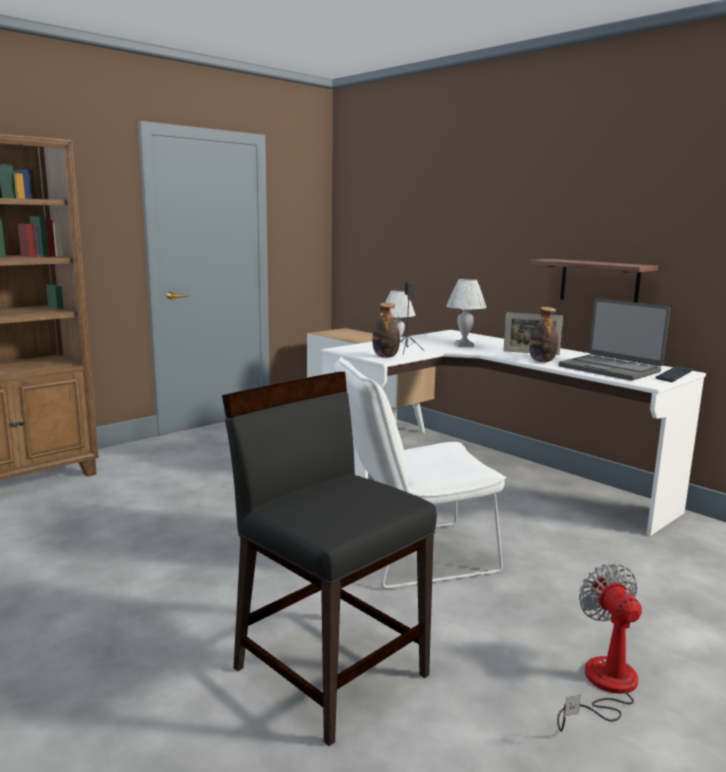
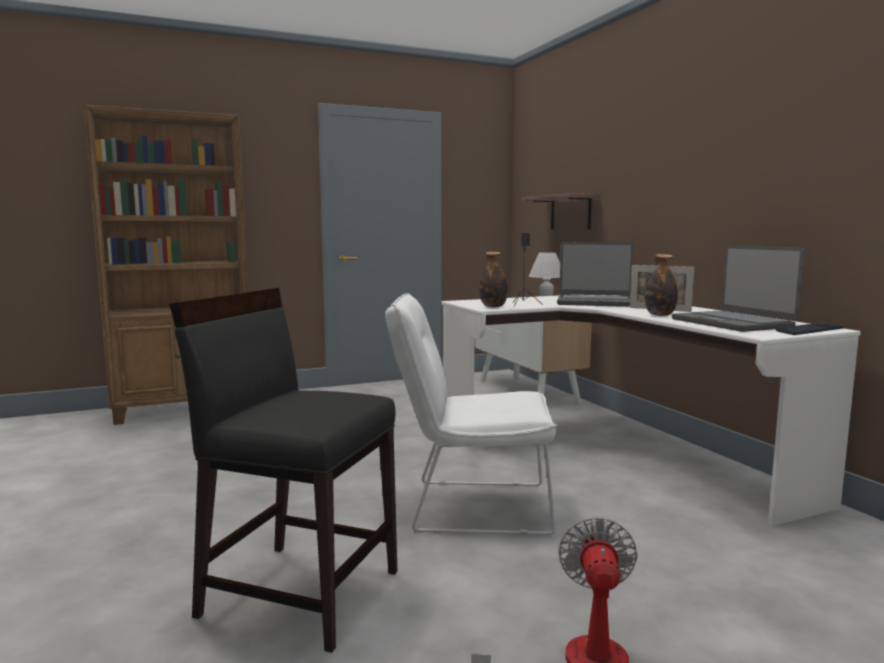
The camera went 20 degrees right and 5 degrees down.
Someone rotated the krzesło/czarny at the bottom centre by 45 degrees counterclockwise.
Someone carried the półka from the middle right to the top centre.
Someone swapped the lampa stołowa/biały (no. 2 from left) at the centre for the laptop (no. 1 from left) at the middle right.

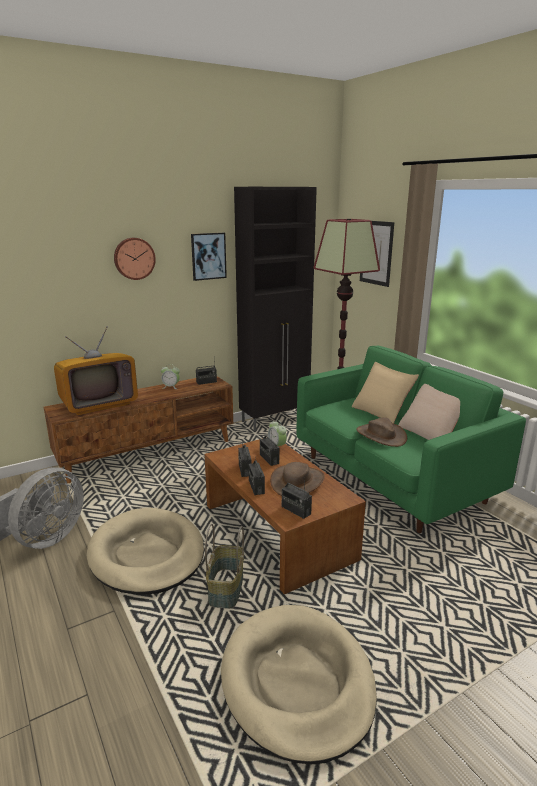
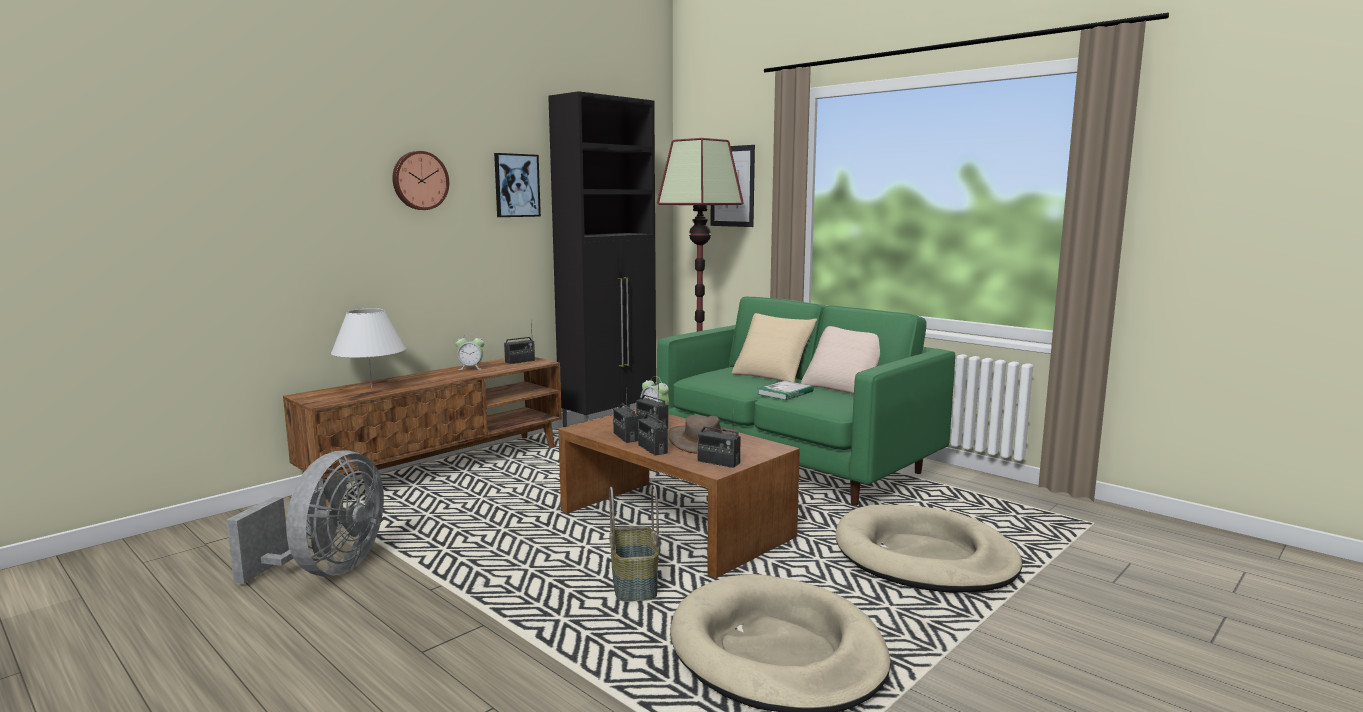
The camera went 15 degrees left and 10 degrees down.
Someone swapped the telewizor at the middle left for the lampa stołowa/biały at the middle left.
Someone swapped the kapelusz/brązowy (no. 2 from left) at the middle right for the książka at the centre.
Someone carried the legowisko/beżowy (no. 1 from left in the first image) from the bottom left to the bottom right.

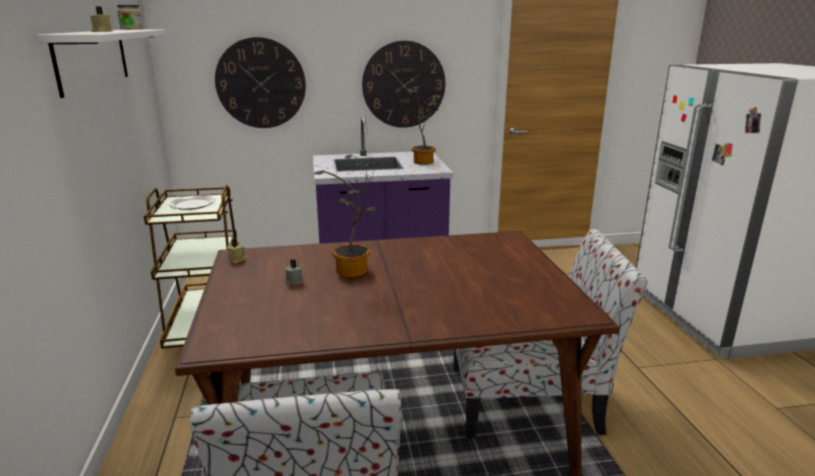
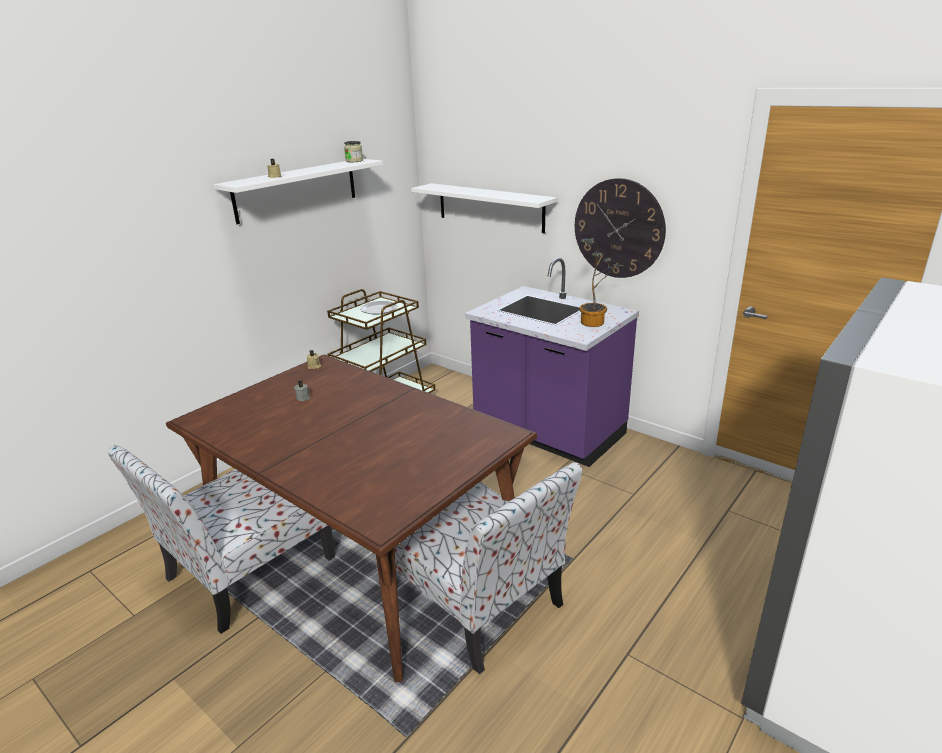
The camera went 50 degrees right and 5 degrees up.
Someone swapped the zegar ścienny (no. 1 from left) at the top left for the półka/biały (no. 2 from left) at the top centre.
Someone took away the roślina doniczkowa (no. 1 from left) at the centre.

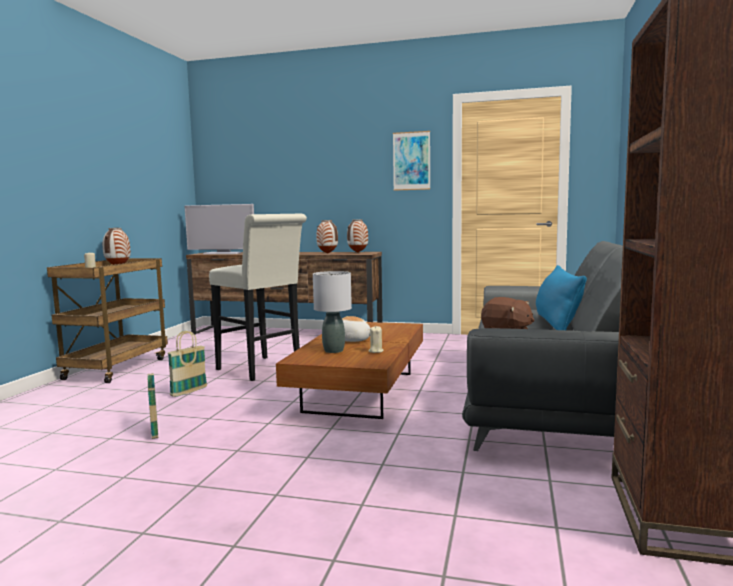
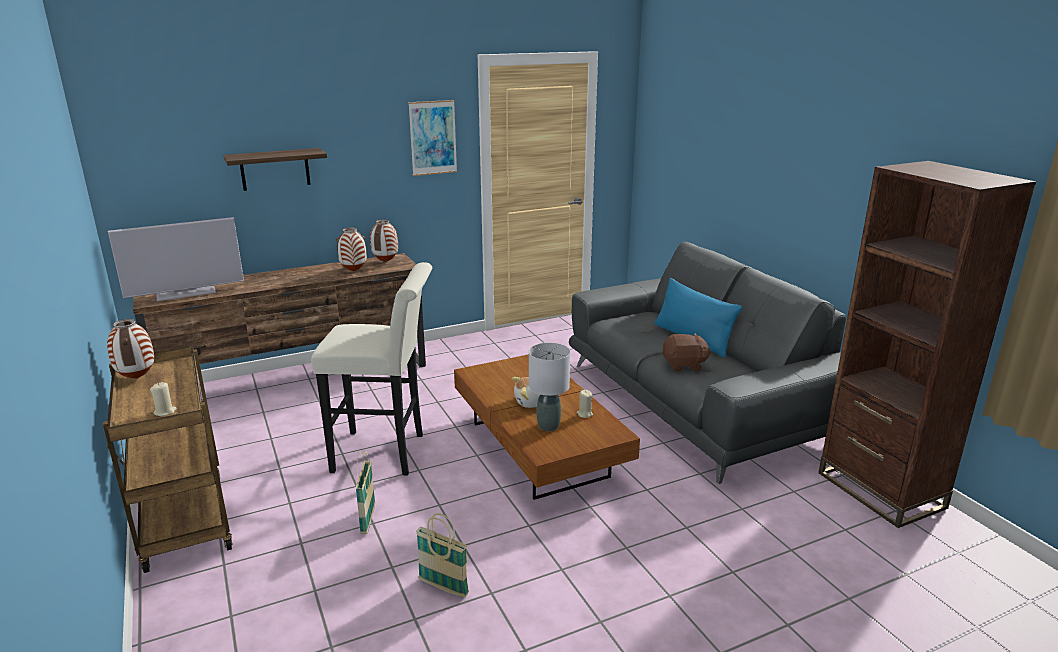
The camera went 40 degrees left and 15 degrees up.
Someone put up the półka at the top left.

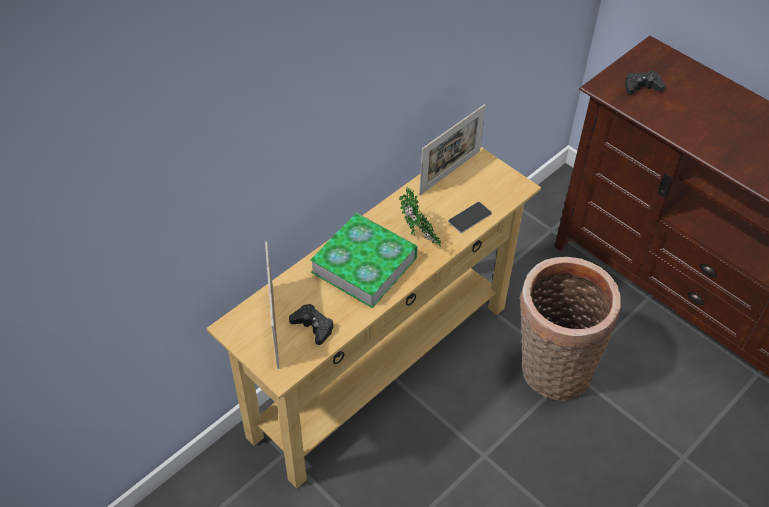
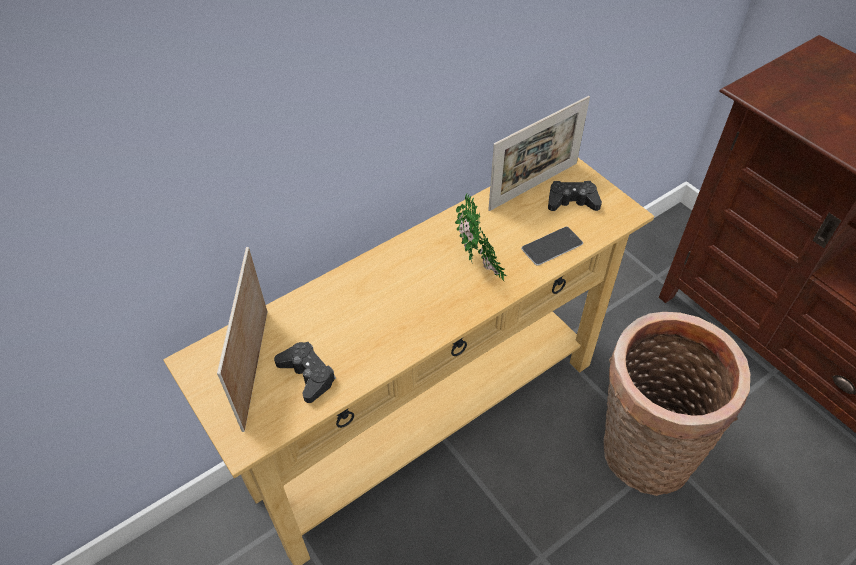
The camera went 10 degrees right and 0 degrees up.
Someone carried the pad do gier/czarny (no. 2 from left) from the top right to the middle right.
Someone took away the książka at the centre.

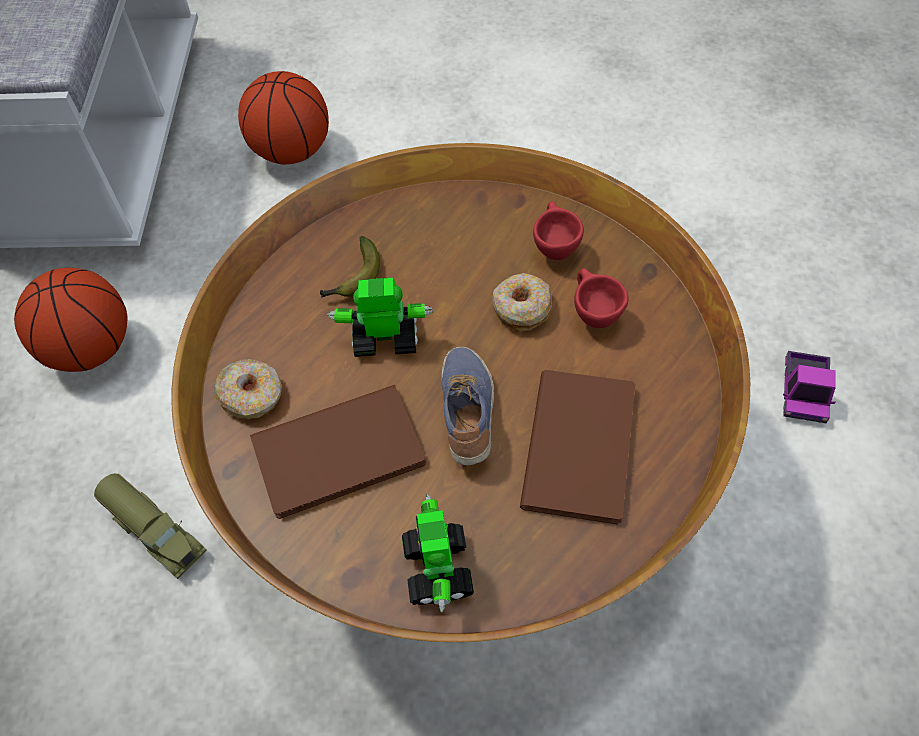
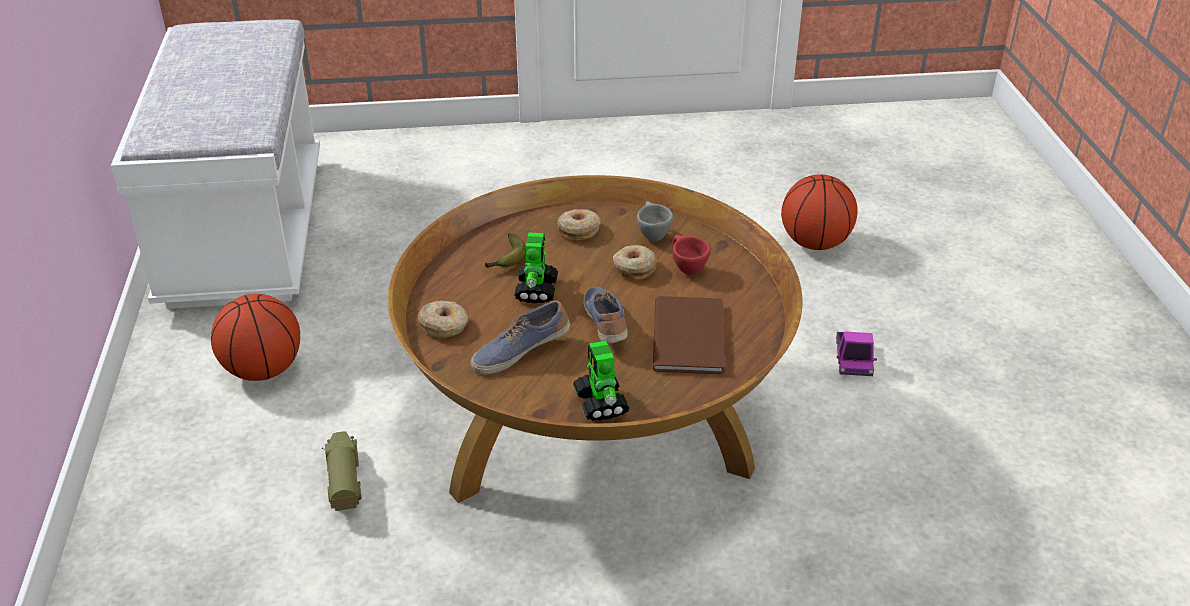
The camera went 10 degrees left and 20 degrees down.
Someone rotated the ciężarówka zabawkowa (no. 1 from left) at the bottom left by 135 degrees counterclockwise.
Someone swapped the książka/brązowy (no. 1 from left) at the centre for the but (no. 1 from left) at the centre.
Someone rotated the robot zabawkowy (no. 1 from left) at the centre by 105 degrees clockwise.
Someone put down the donut (no. 2 from left) at the centre.
Someone repainted the filiżanka/czerwony (no. 1 from left) at the top centre, which became the filiżanka/szary at the centre.
Someone carried the piłka do koszykówki (no. 2 from left) from the top left to the middle right.

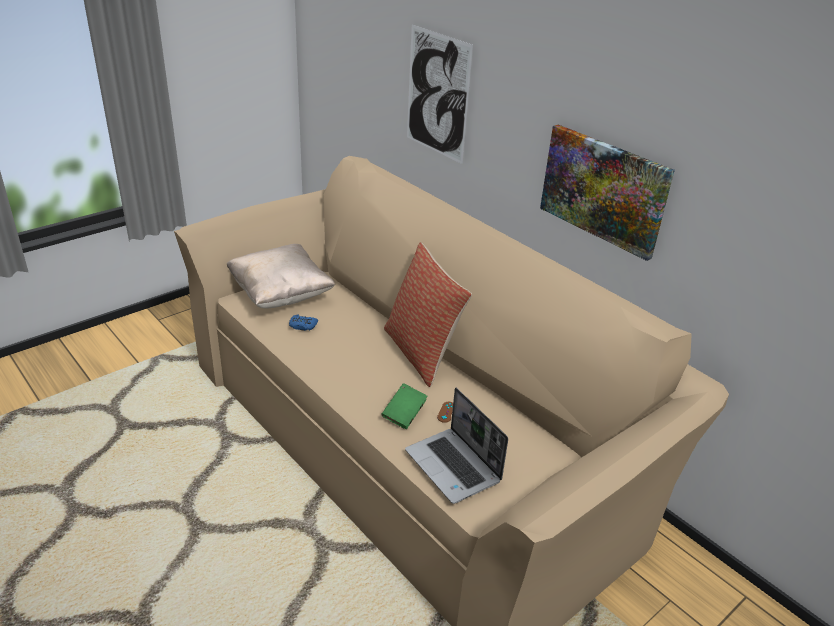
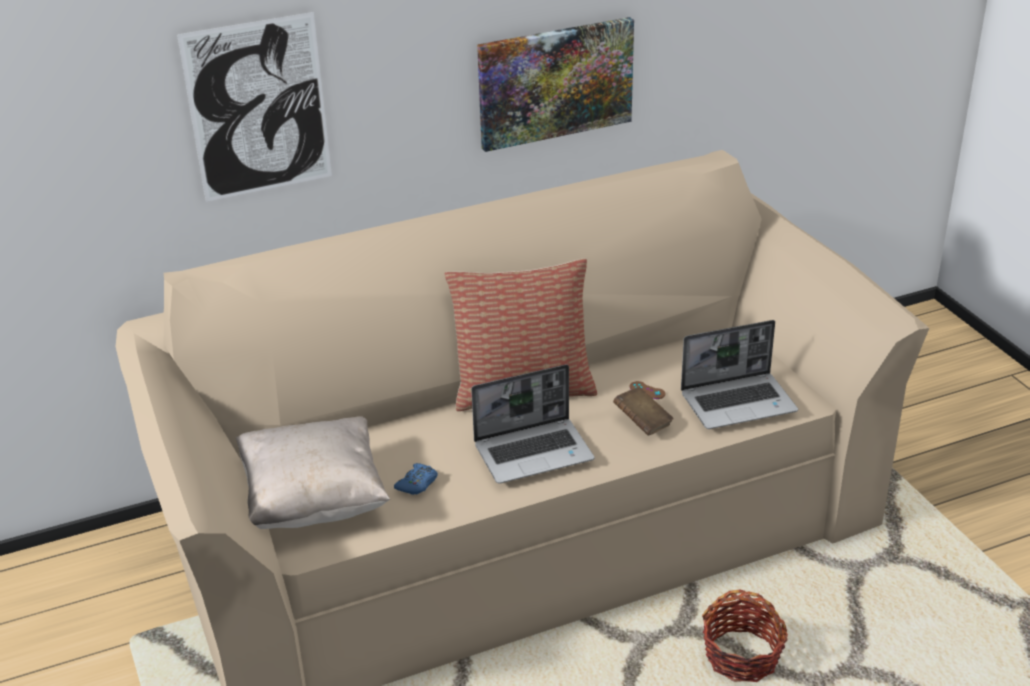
The camera went 70 degrees left and 0 degrees up.
Someone put down the laptop (no. 1 from left) at the centre.
Someone repainted the książka/zielony at the centre, which became the książka/brązowy at the centre.
Someone put down the koszyk at the bottom right.

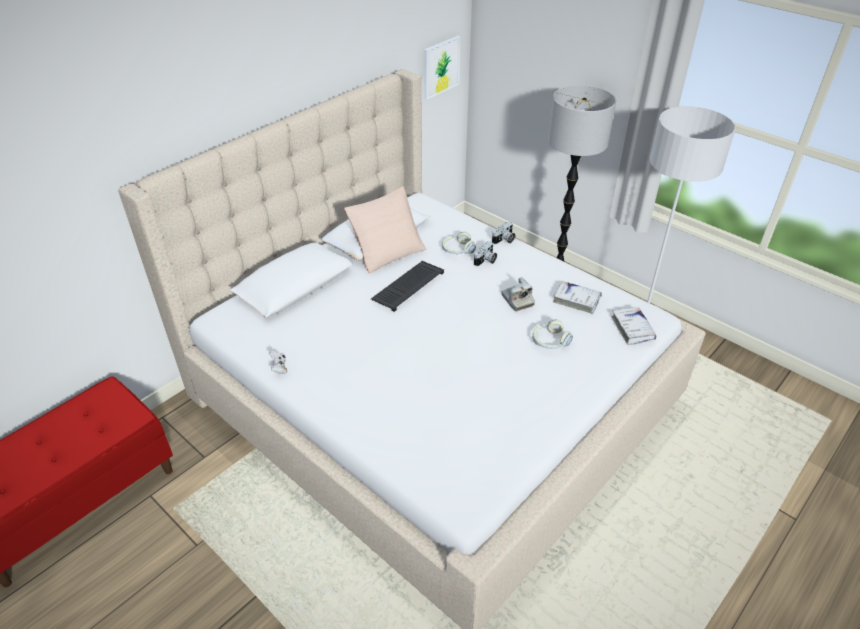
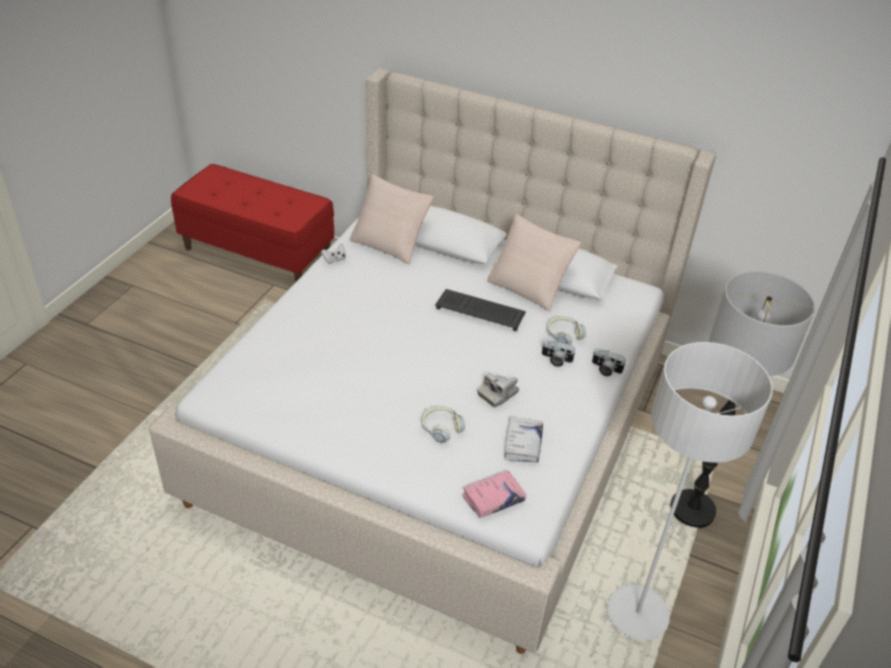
The camera went 70 degrees right and 0 degrees up.
Someone put down the poduszka/beżowy (no. 1 from left) at the top centre.
Someone repainted the książka/biały (no. 2 from left) at the middle right, which became the książka/różowy at the bottom centre.
Someone took away the obraz at the top centre.

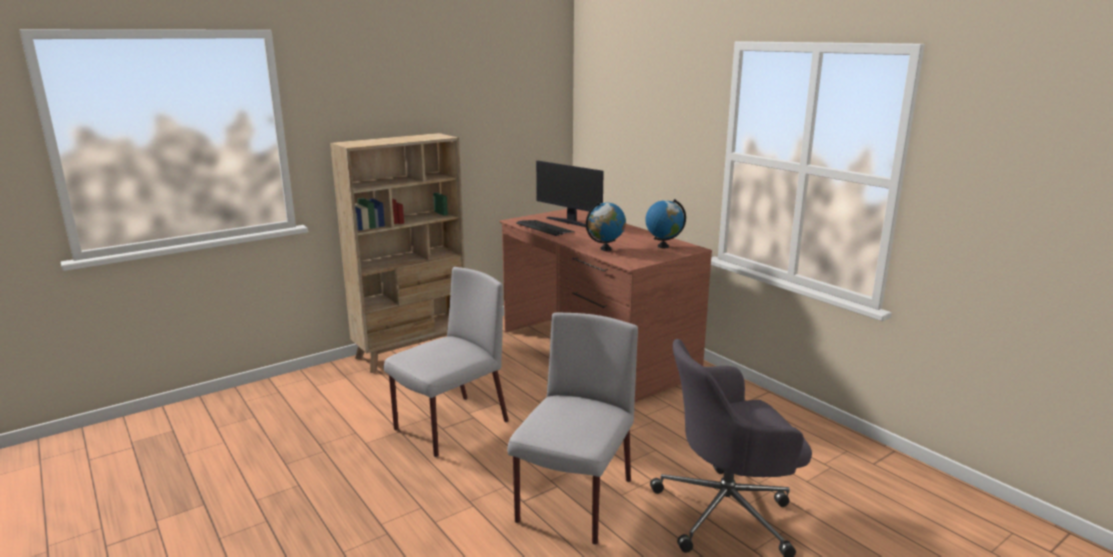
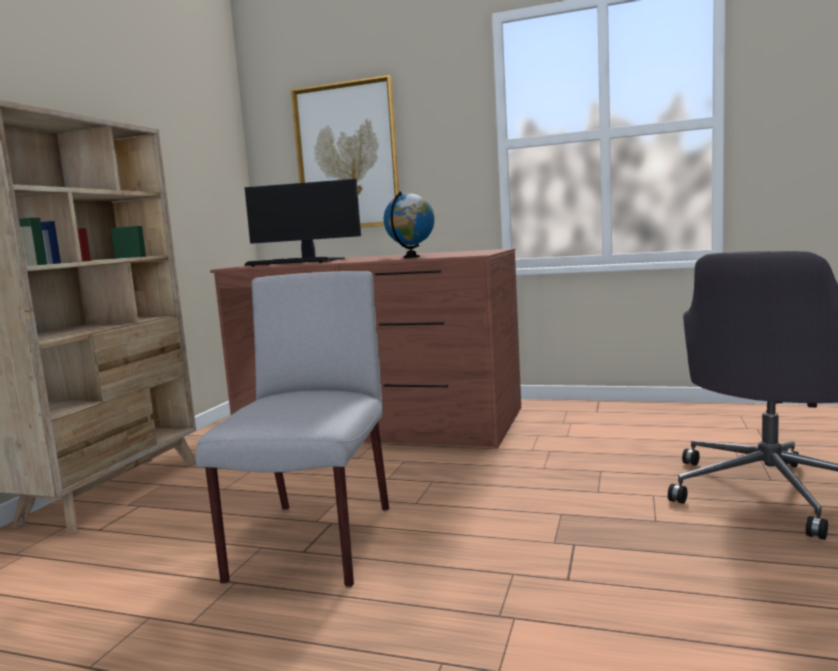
The camera went 35 degrees left and 10 degrees down.
Someone put up the obraz at the top centre.
Someone took away the krzesło/szary (no. 2 from left) at the bottom centre.
Someone took away the globus (no. 2 from left) at the centre.

